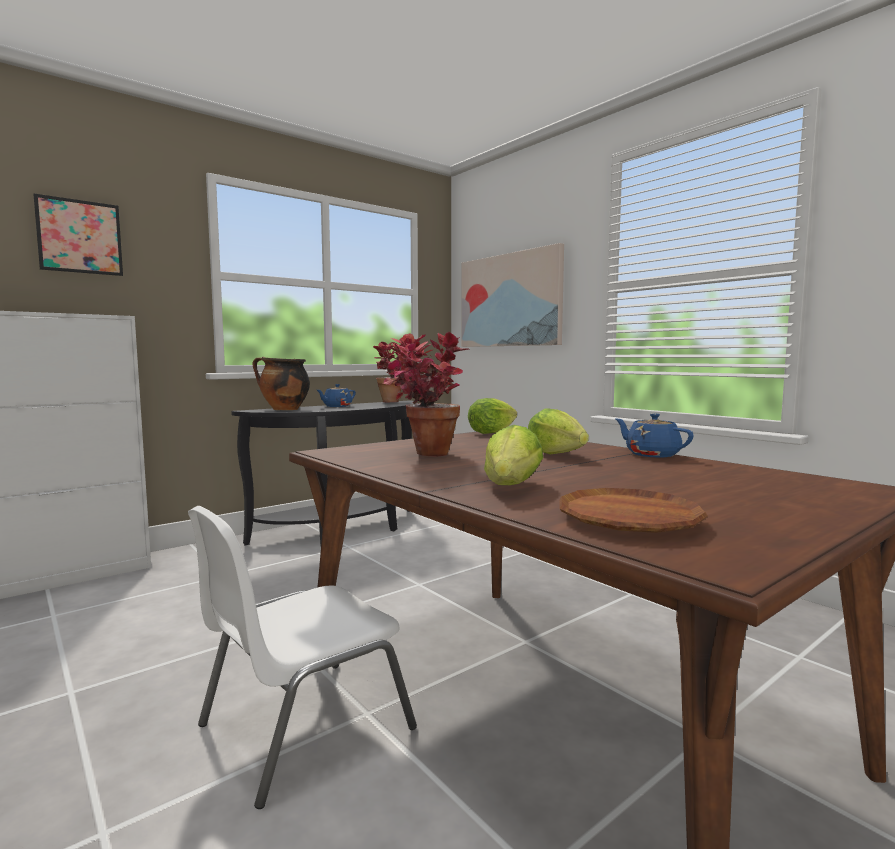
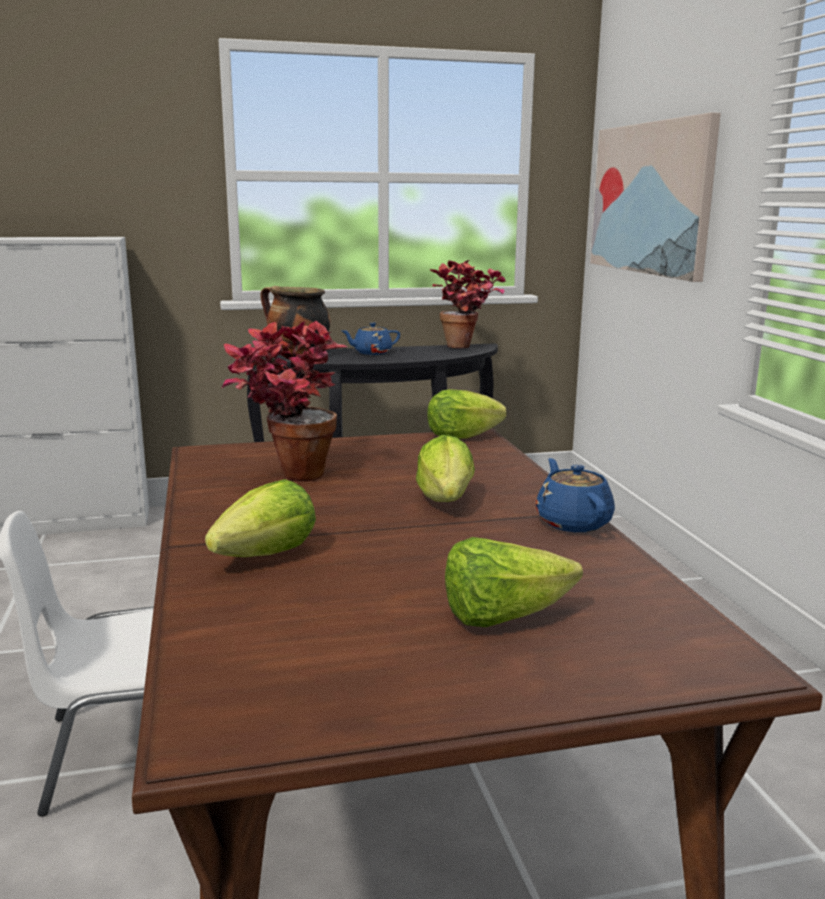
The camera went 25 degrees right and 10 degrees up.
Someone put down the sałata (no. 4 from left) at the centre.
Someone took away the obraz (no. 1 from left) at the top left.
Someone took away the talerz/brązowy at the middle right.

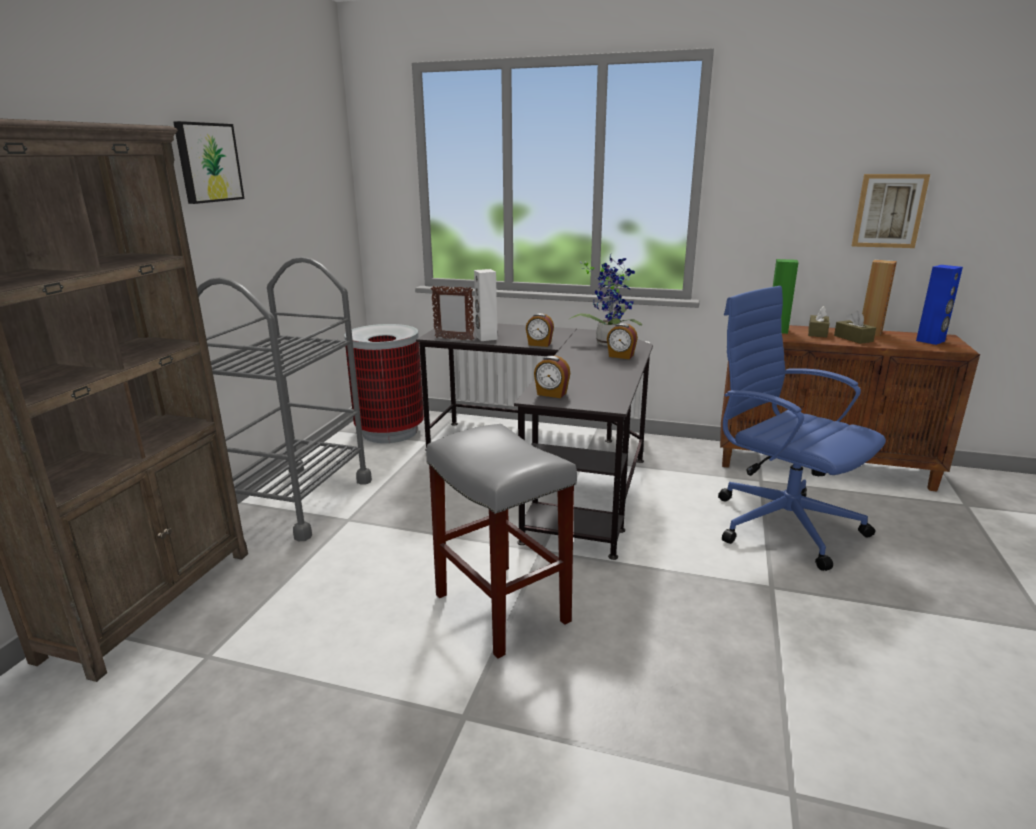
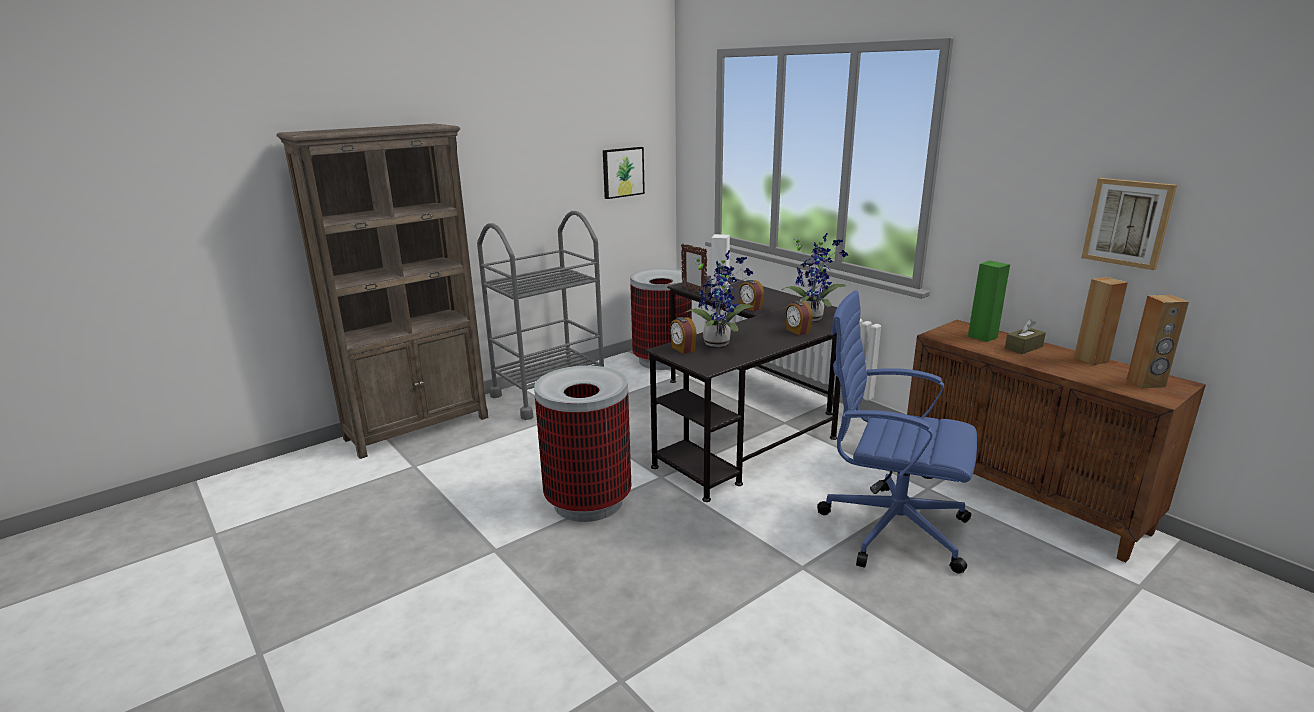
The camera went 35 degrees right and 0 degrees up.
Someone swapped the stołek/szary at the centre for the kosz na śmieci (no. 1 from left) at the centre.
Someone carried the obraz (no. 1 from left) from the top left to the top centre.
Someone put down the roślina doniczkowa (no. 1 from left) at the centre.
Someone rotated the krzesło biurowe/niebieski at the middle right by 60 degrees counterclockwise.
Someone repainted the głośnik/niebieski at the middle right, which became the głośnik/brązowy (no. 2 from left) at the middle right.
Someone took away the pudełko chusteczek/brązowy (no. 2 from left) at the middle right.

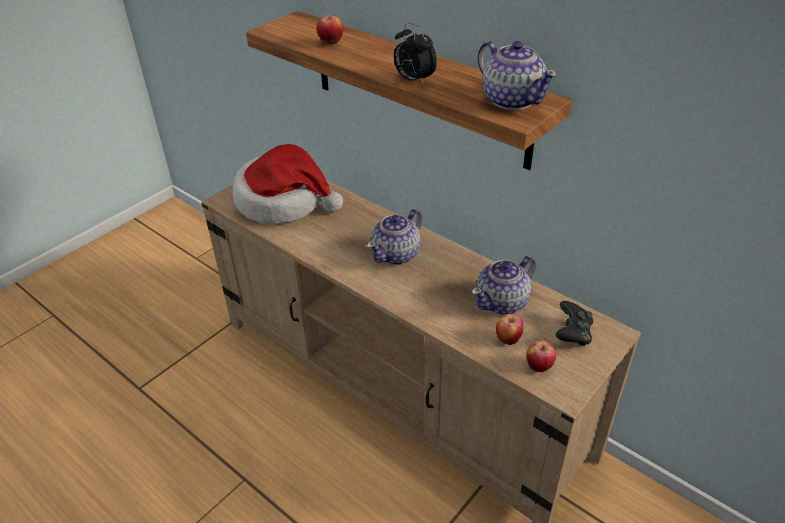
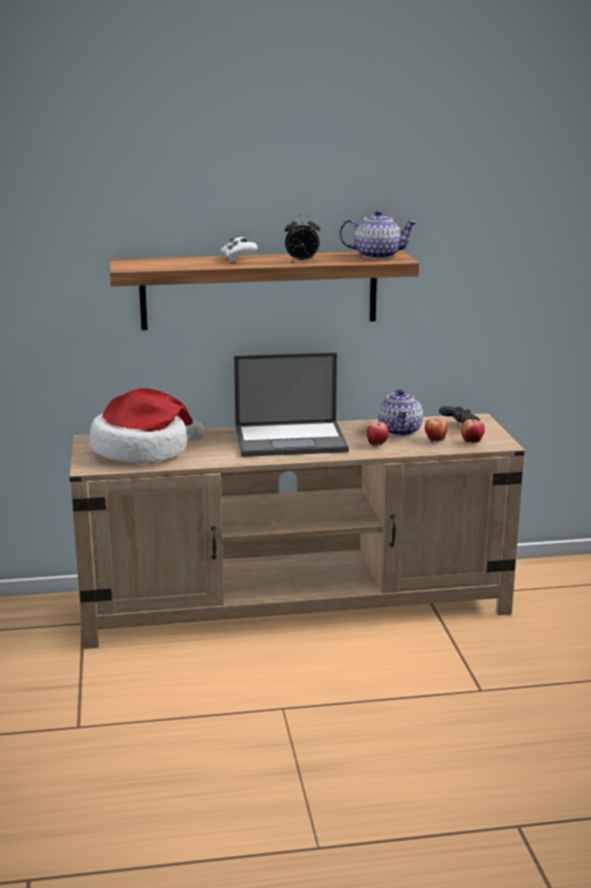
The camera went 50 degrees left and 20 degrees down.
Someone put down the pad do gier/biały at the top centre.
Someone swapped the imbryk (no. 1 from left) at the centre for the laptop at the centre.
Someone carried the jabłko (no. 1 from left) from the top centre to the centre.

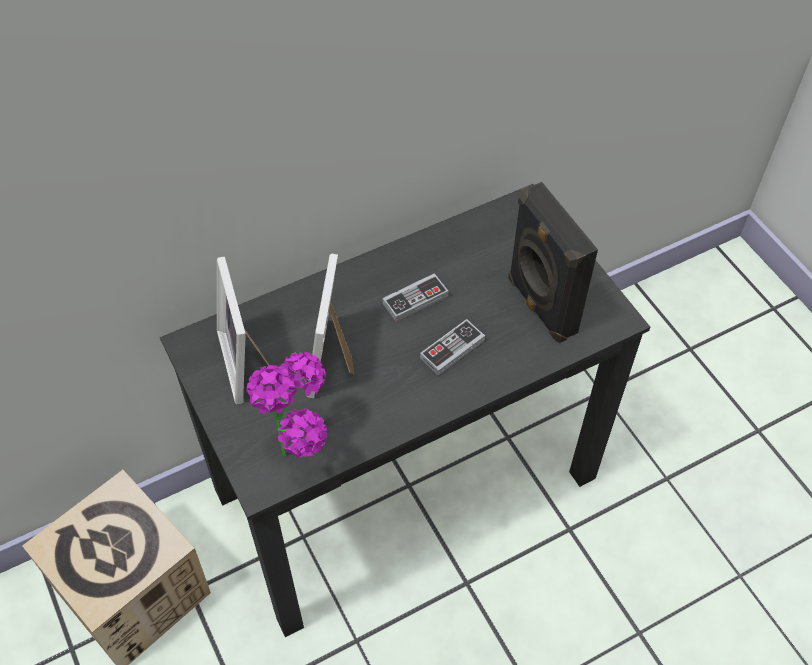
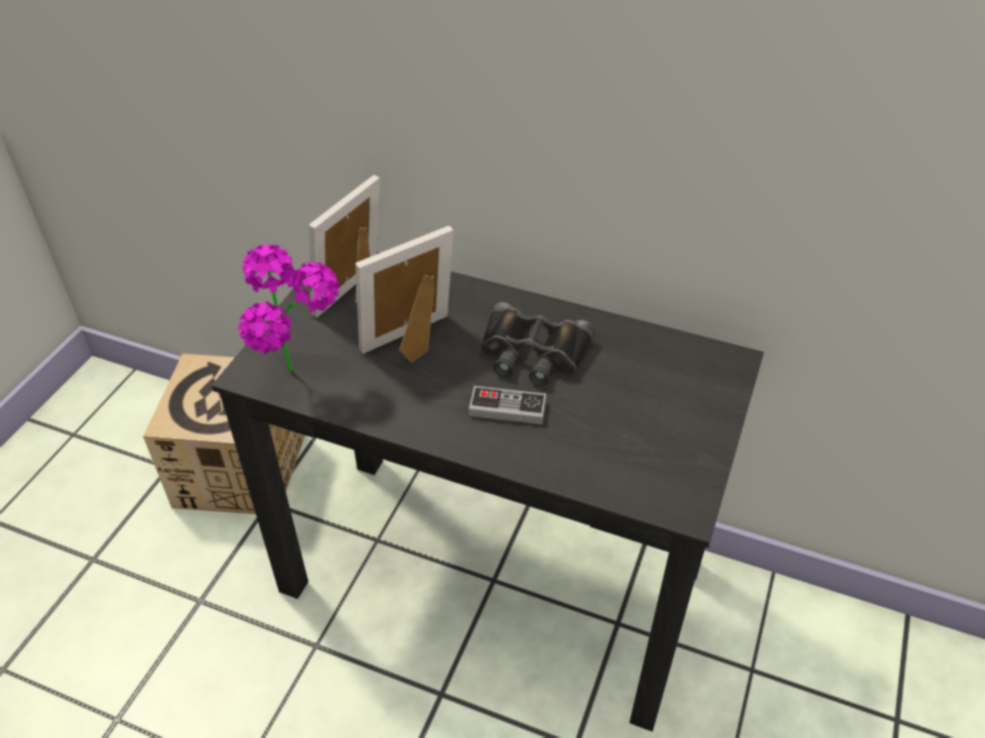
The camera went 50 degrees right and 10 degrees down.
Someone swapped the pad do gier (no. 1 from left) at the centre for the lornetka/czarny at the centre.
Someone took away the głośnik/czarny at the middle right.

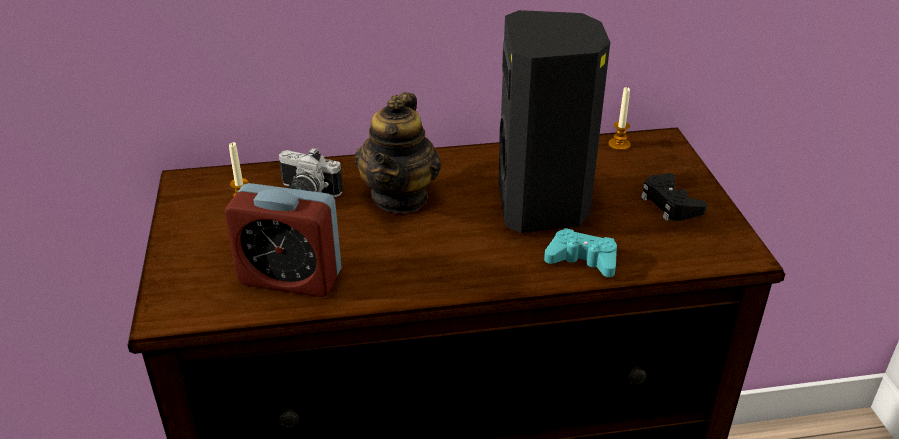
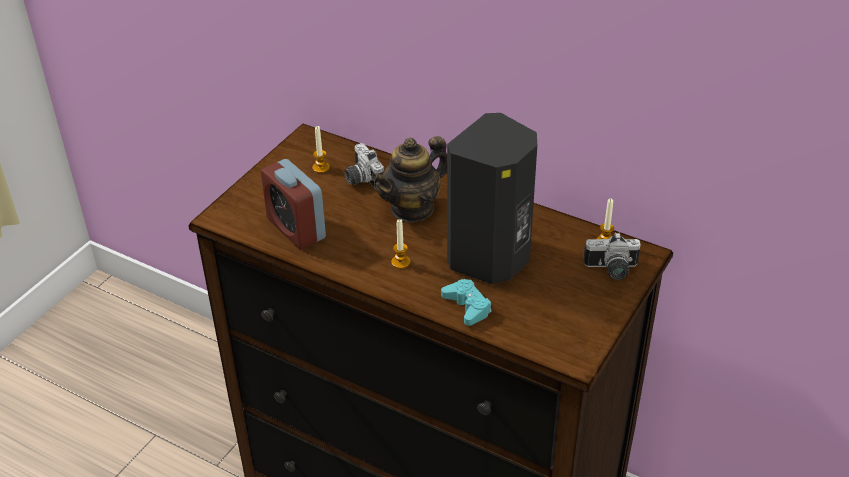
The camera went 40 degrees right and 5 degrees up.
Someone put down the świeca (no. 2 from left) at the centre.
Someone put down the aparat fotograficzny (no. 2 from left) at the middle right.
Someone took away the pad do gier/czarny at the middle right.

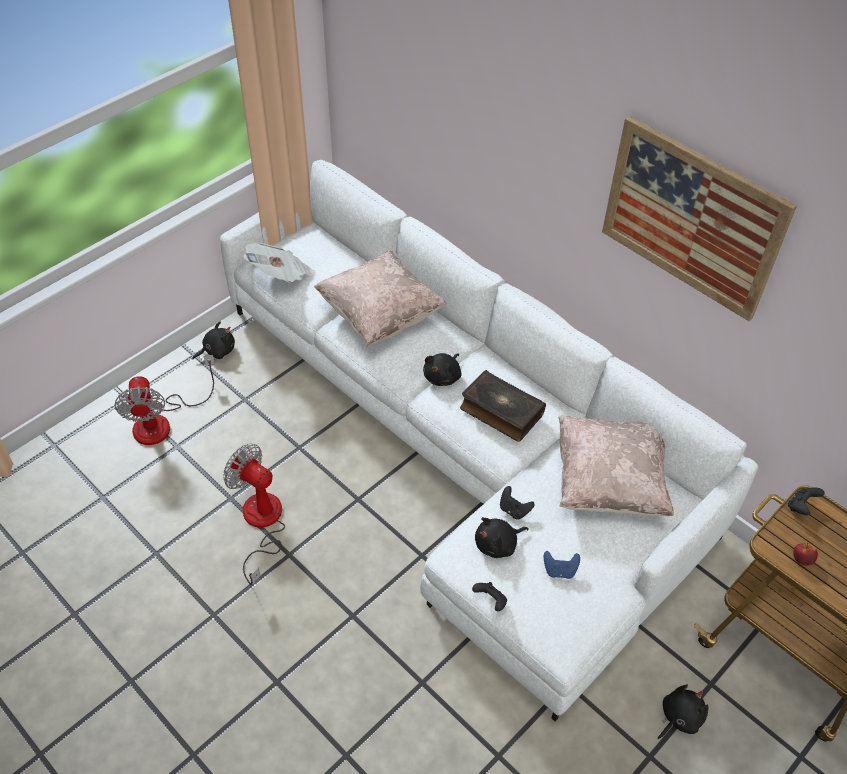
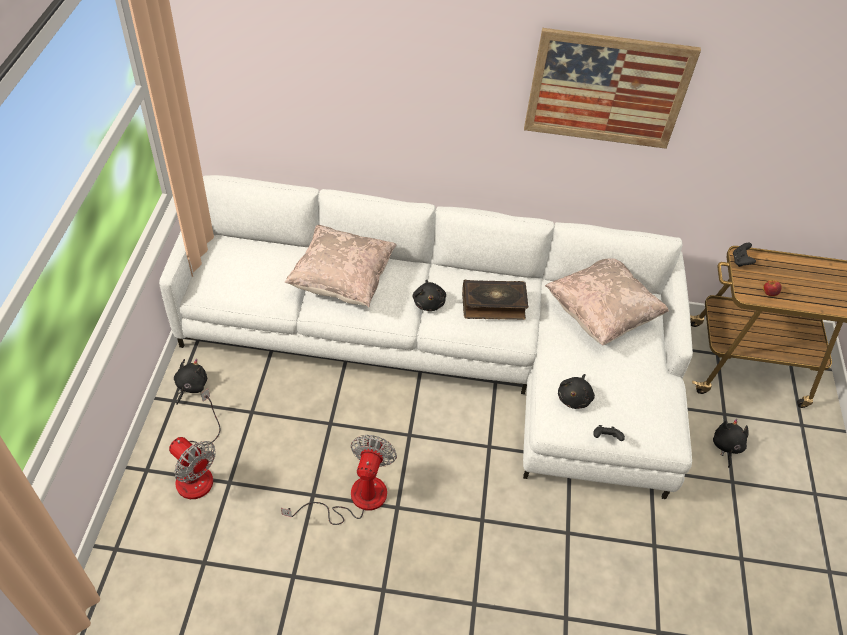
The camera went 40 degrees left and 0 degrees up.
Someone rotated the wentylator (no. 2 from left) at the middle left by 105 degrees clockwise.
Someone took away the gazeta at the middle left.
Someone took away the pad do gier/czarny (no. 2 from left) at the centre.
Someone took away the pad do gier/niebieski at the bottom centre.

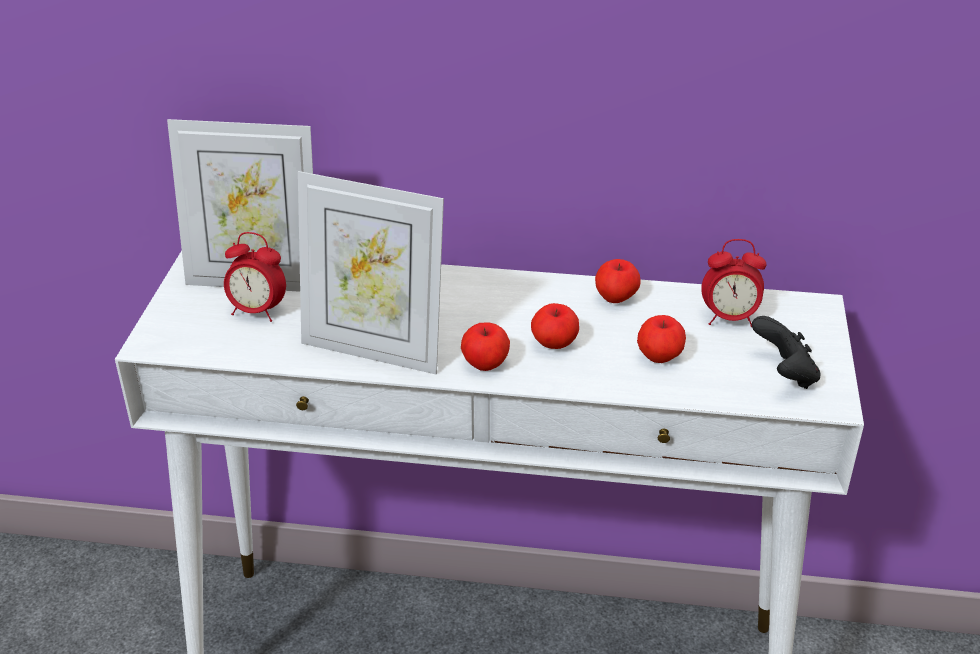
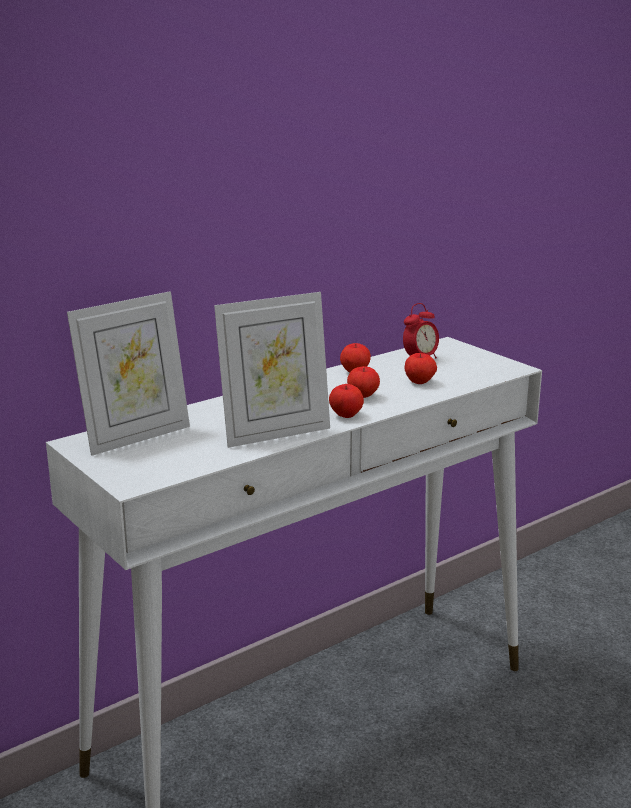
The camera went 45 degrees left and 15 degrees down.
Someone took away the budzik (no. 1 from left) at the middle left.
Someone took away the pad do gier/czarny at the middle right.

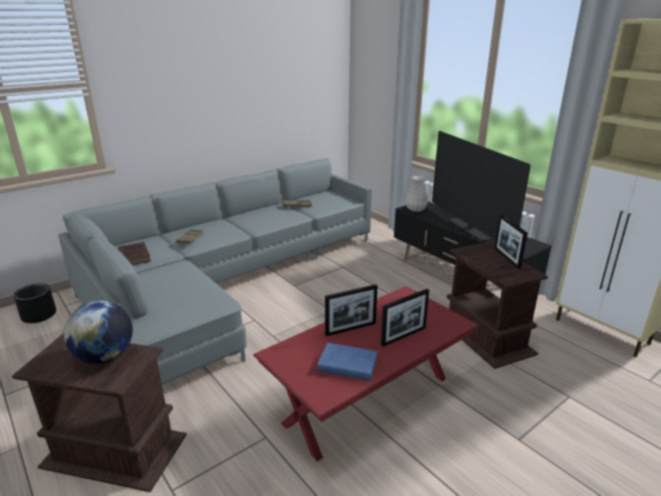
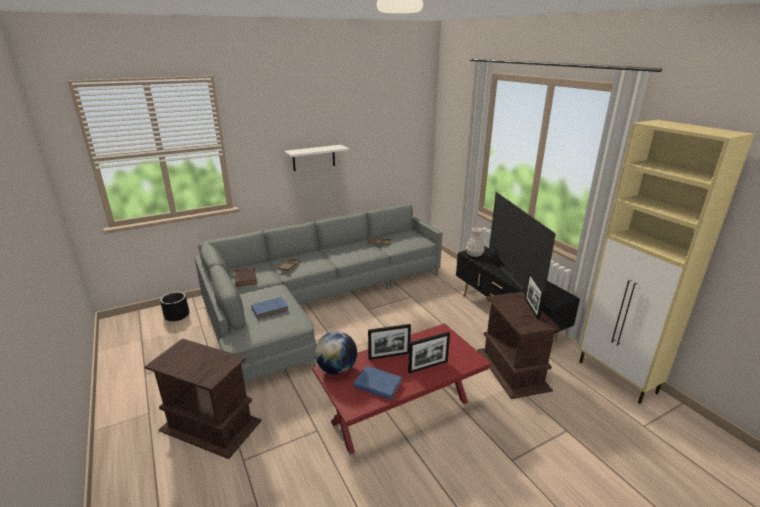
The camera went 10 degrees right and 0 degrees up.
Someone put down the książka/niebieski (no. 1 from left) at the centre.
Someone put up the półka/biały at the top centre.
Someone carried the globus from the bottom left to the bottom centre.

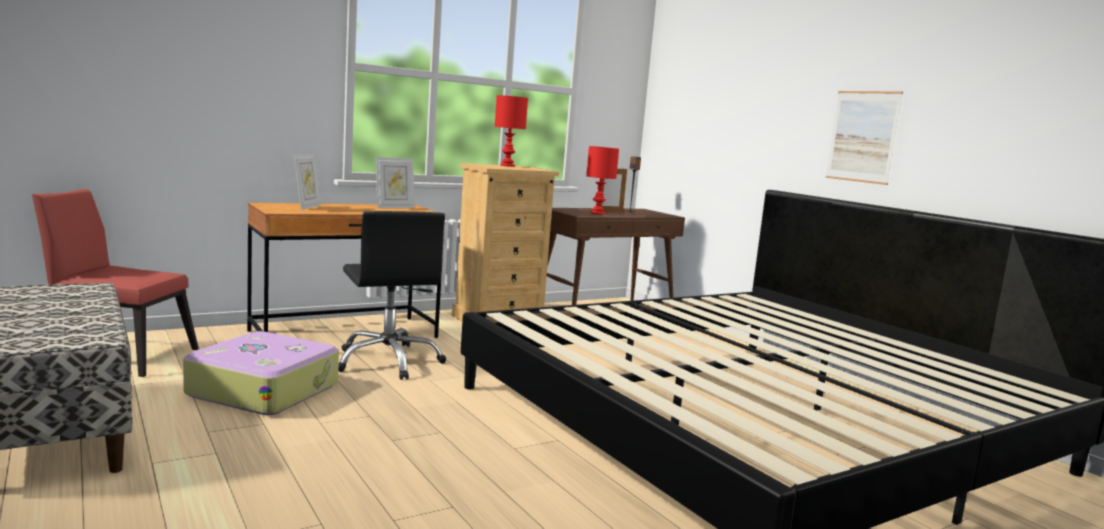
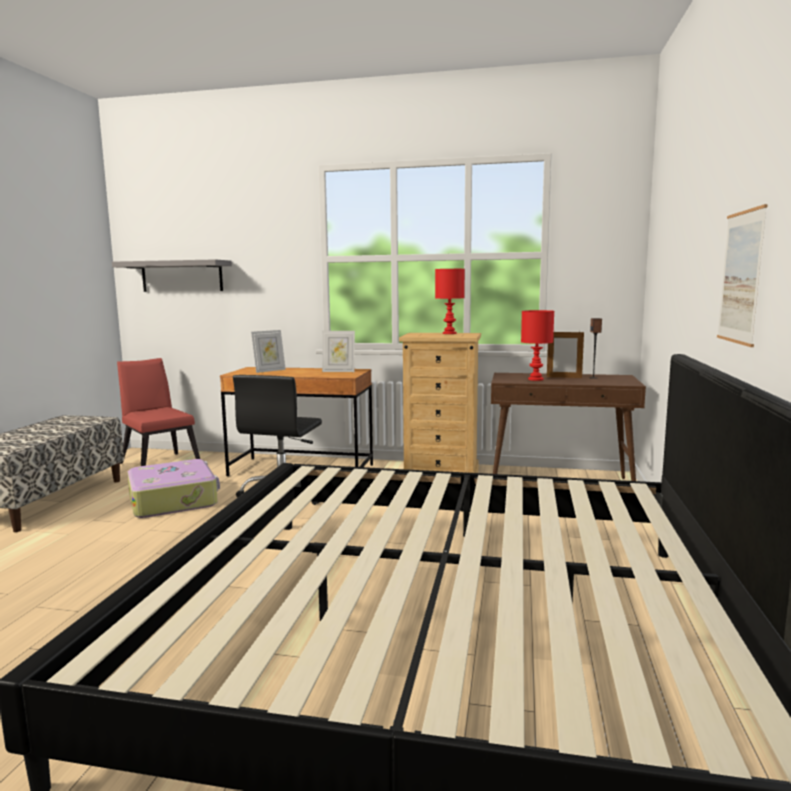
The camera went 45 degrees right and 0 degrees up.
Someone put up the półka/szary at the middle left.

